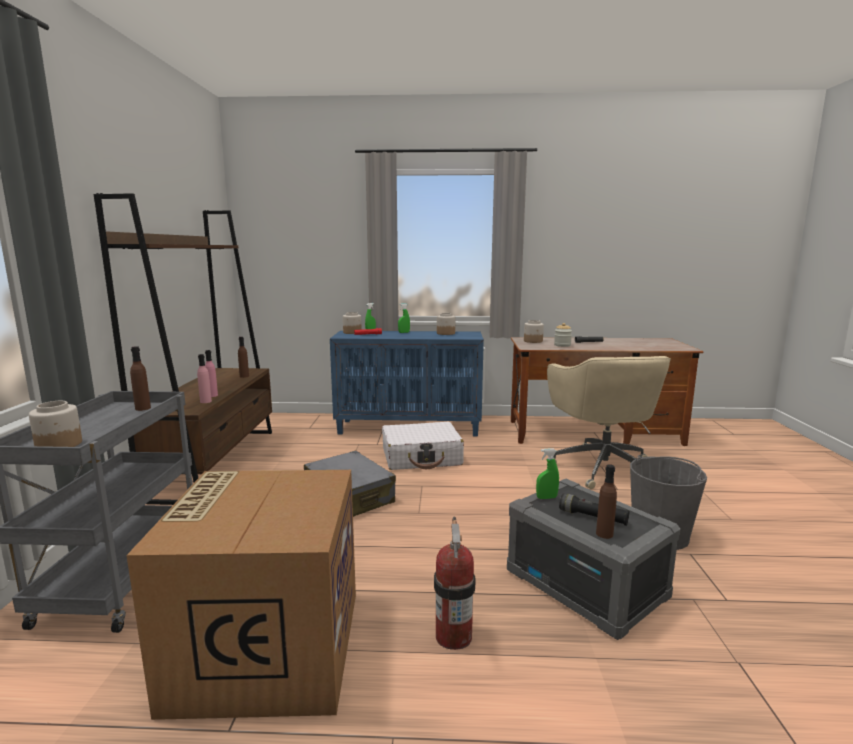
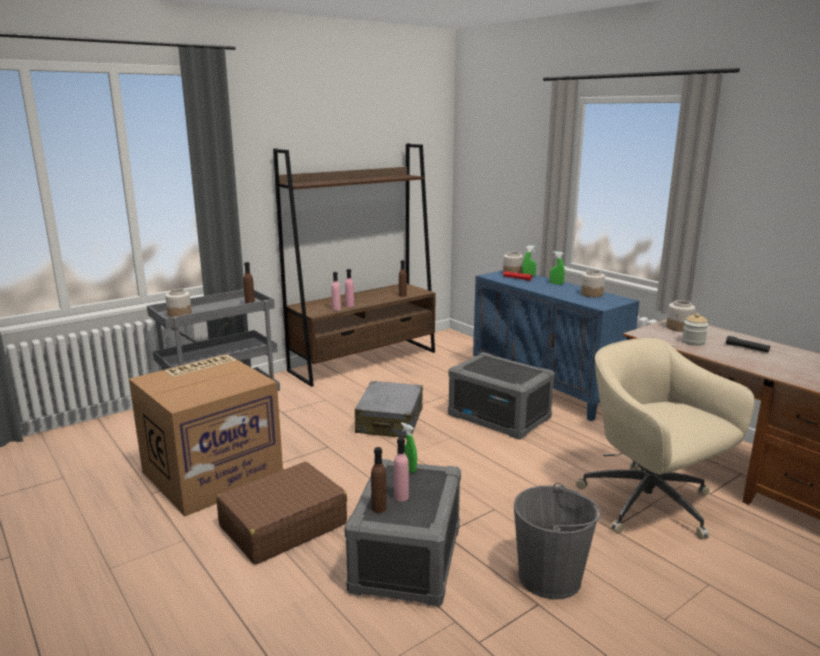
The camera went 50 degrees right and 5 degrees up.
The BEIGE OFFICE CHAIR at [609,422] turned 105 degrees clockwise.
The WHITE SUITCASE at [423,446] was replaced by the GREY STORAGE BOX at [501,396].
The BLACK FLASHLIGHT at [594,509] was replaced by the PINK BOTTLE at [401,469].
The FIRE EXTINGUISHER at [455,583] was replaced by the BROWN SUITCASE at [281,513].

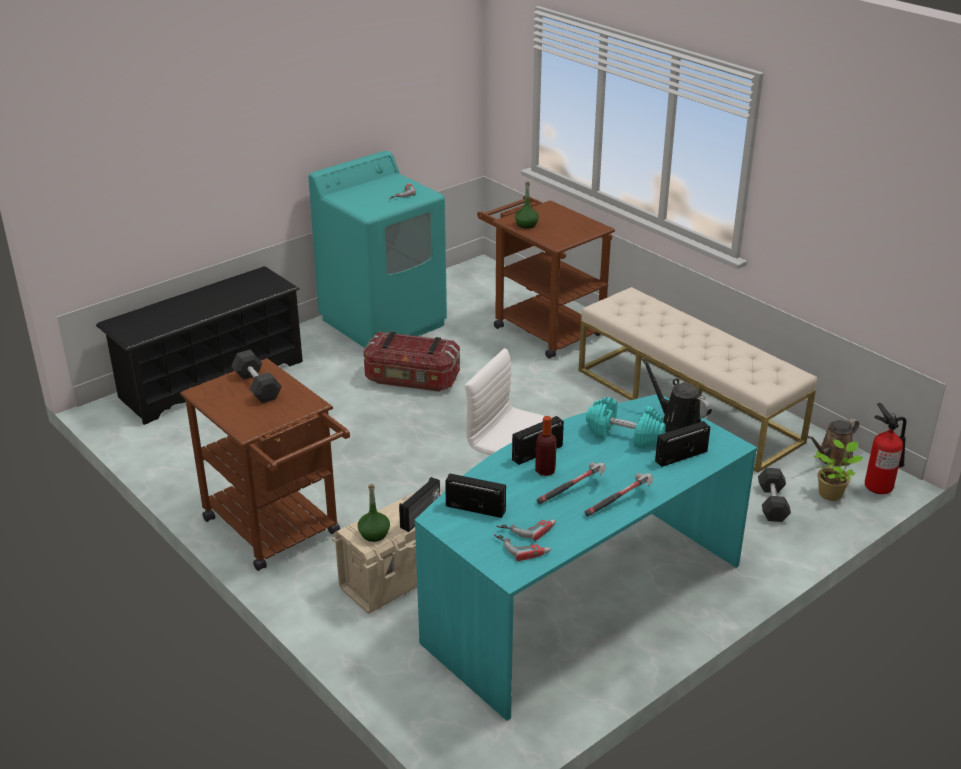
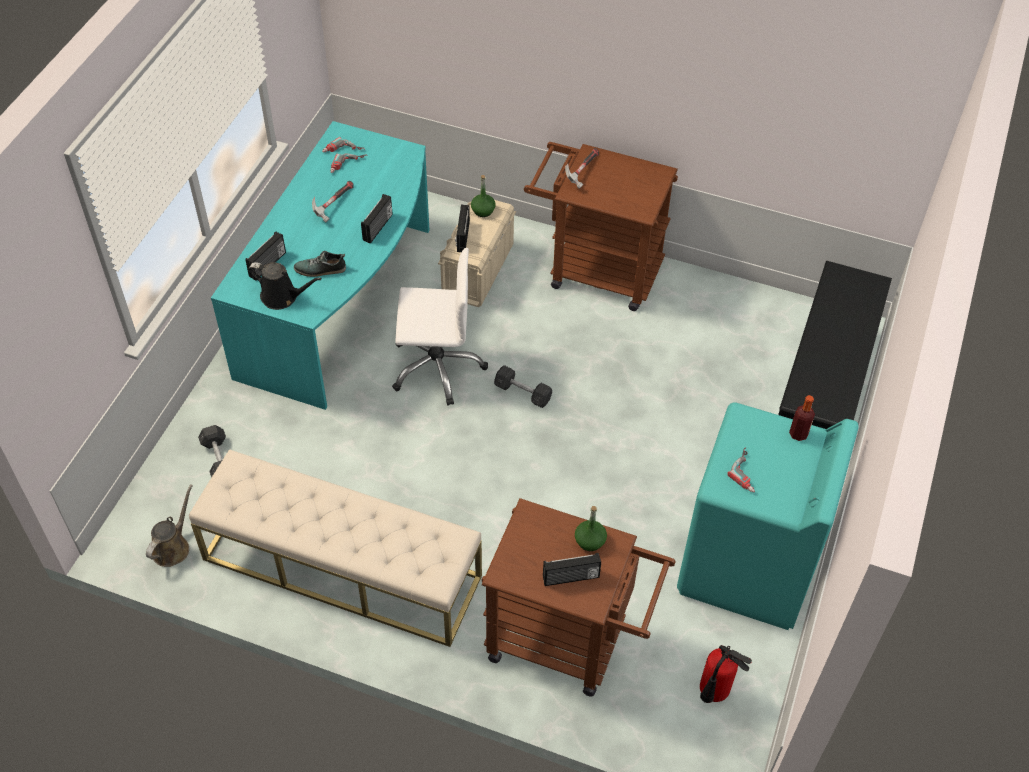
The camera went 150 degrees right and 20 degrees up.
The STORAGE BOX at [412,362] disappeared.
The GREY DUMBBELL moved from [256,376] to [523,386].
The TURQUOISE DUMBBELL at [626,423] was replaced by the SHOE at [320,264].
The FIRE EXTINGUISHER moved from [886,448] to [726,674].
The BOTTLE moved from [546,446] to [802,418].
The POTTED PLANT at [838,470] disappeared.
The RADIO moved from [475,495] to [572,569].
The HAMMER moved from [618,495] to [582,168].

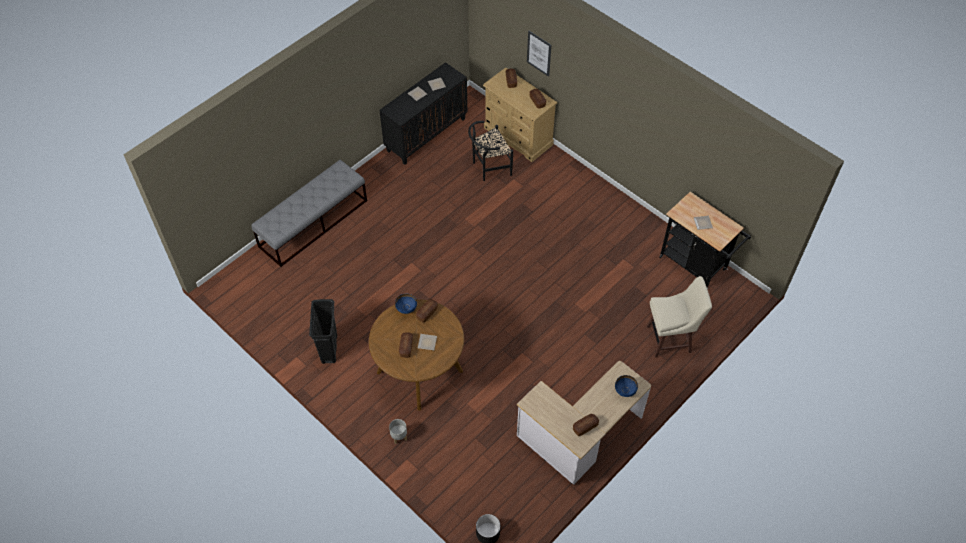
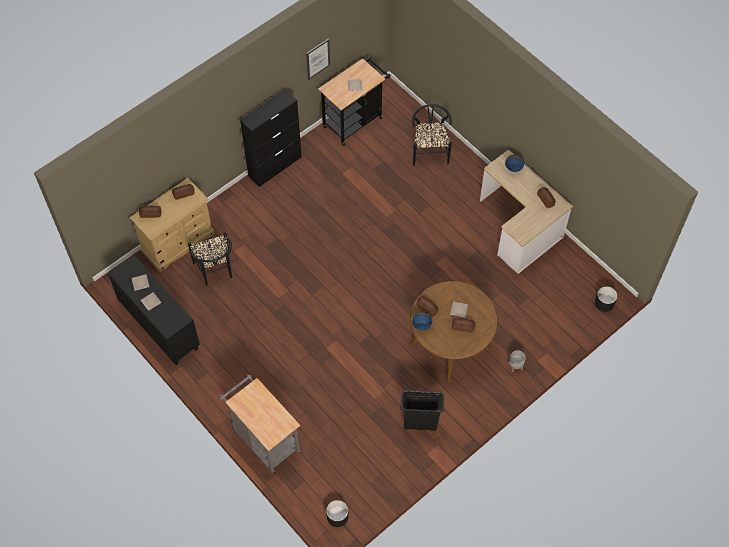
The camera went 85 degrees left and 5 degrees up.
The PICTURE moved from [539,54] to [318,59].
The GREY BENCH at [309,213] was replaced by the GREY CART at [260,424].
The BEIGE STOOL at [679,316] was replaced by the BLACK CHAIR at [432,135].
The BLACK CABINET at [271,138] appeared.
The BLACK PLANTER at [337,513] appeared.

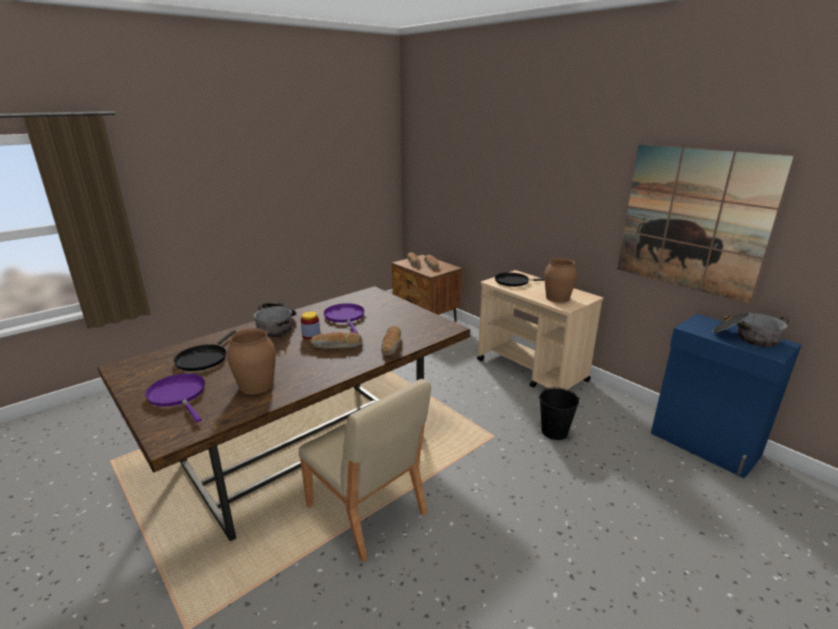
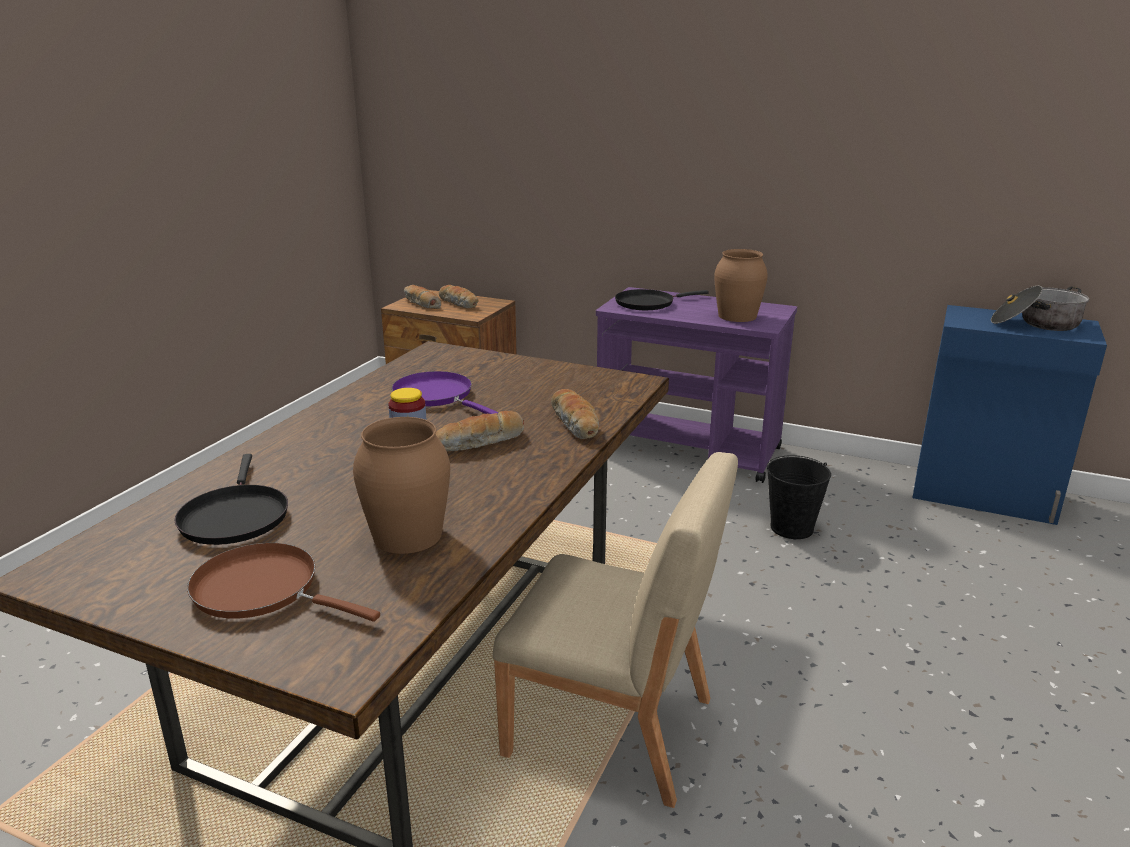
The camera went 25 degrees left and 0 degrees up.
The PICTURE at [705,224] disappeared.
The BEIGE CART at [540,330] became the PURPLE CART at [696,385].
The COOKING POT at [275,320] disappeared.
The PURPLE FRYING PAN at [175,397] became the BROWN FRYING PAN at [283,582].

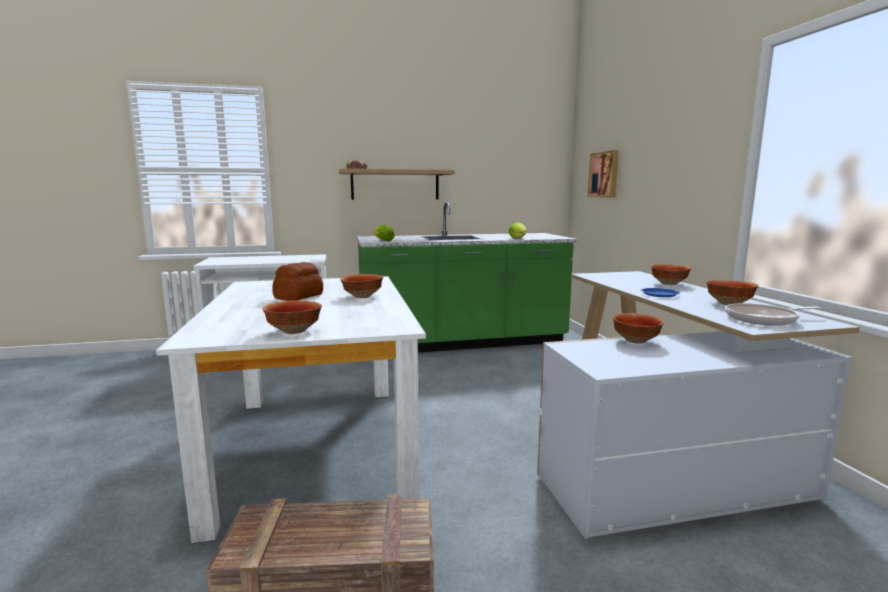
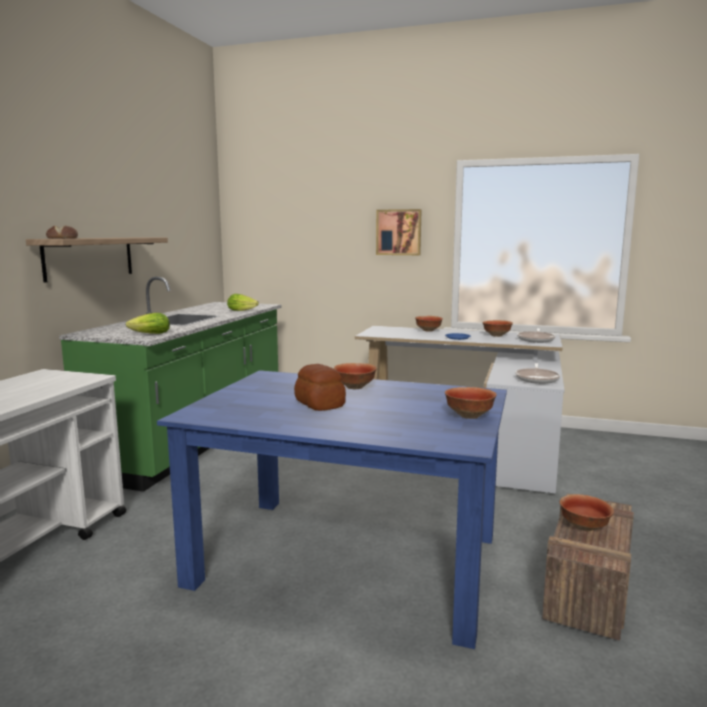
The camera went 60 degrees left and 0 degrees up.
The PICTURE moved from [603,173] to [399,232].
The WHITE DINING TABLE at [291,409] became the BLUE DINING TABLE at [332,509].
The BOWL moved from [638,328] to [587,512].
The FRYING PAN at [537,373] appeared.

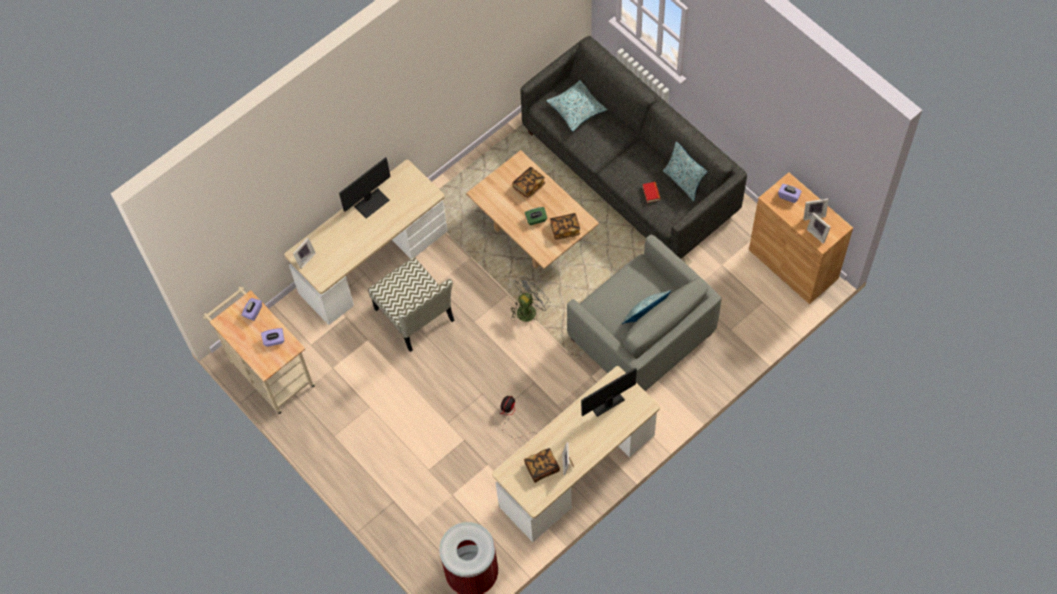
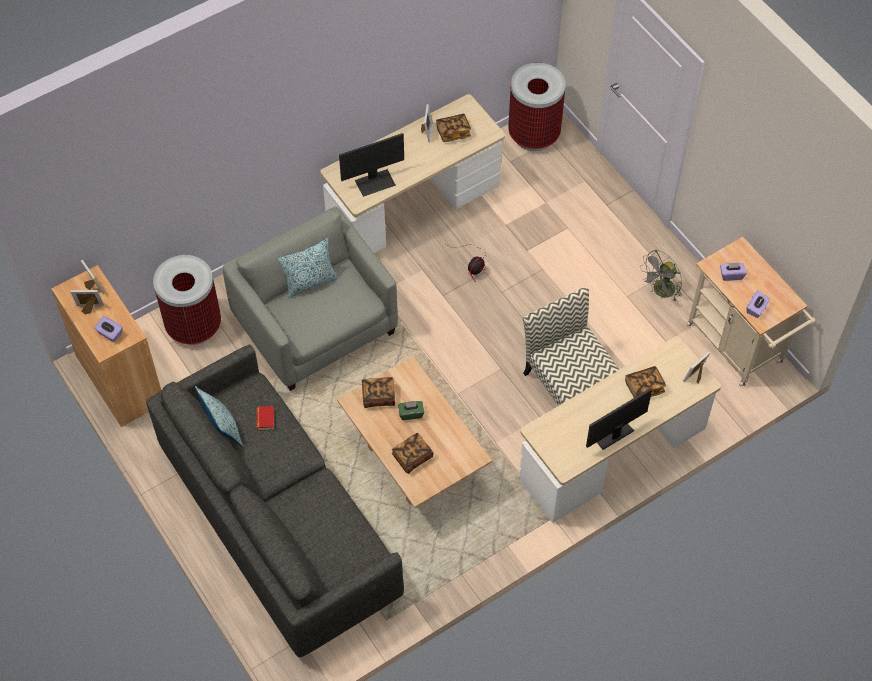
The camera went 175 degrees left and 5 degrees down.
The PILLOW at [577,106] disappeared.
The GREY FAN moved from [531,298] to [661,276].
The TRASH CAN at [187,300] appeared.
The BOOK at [645,382] appeared.

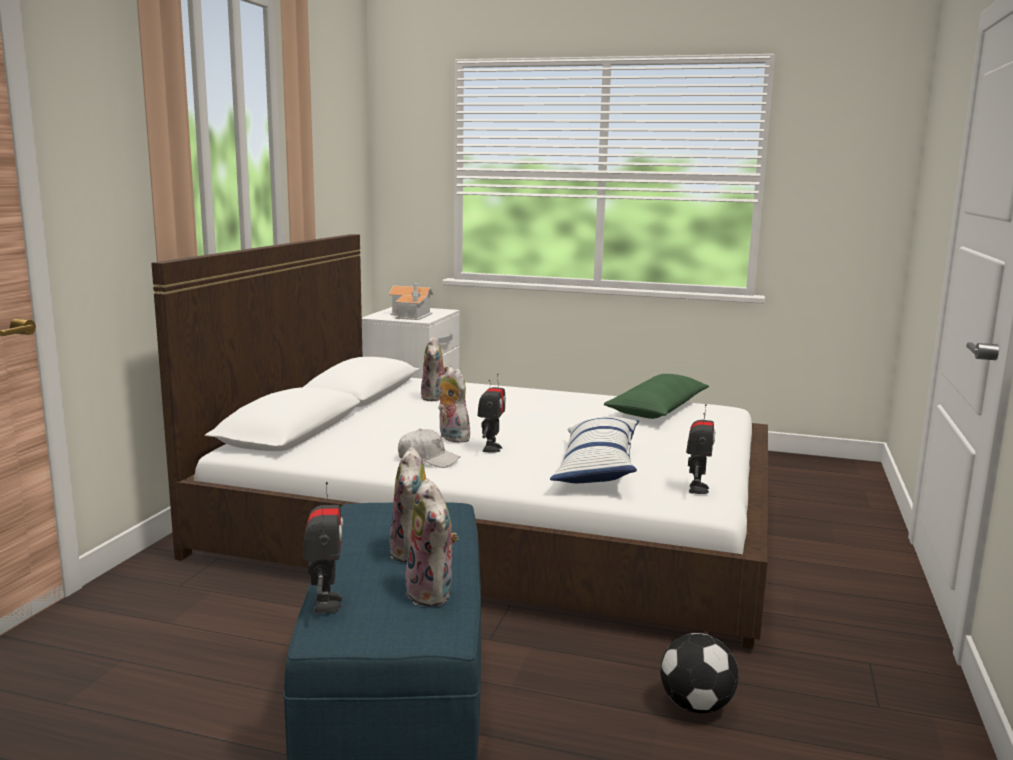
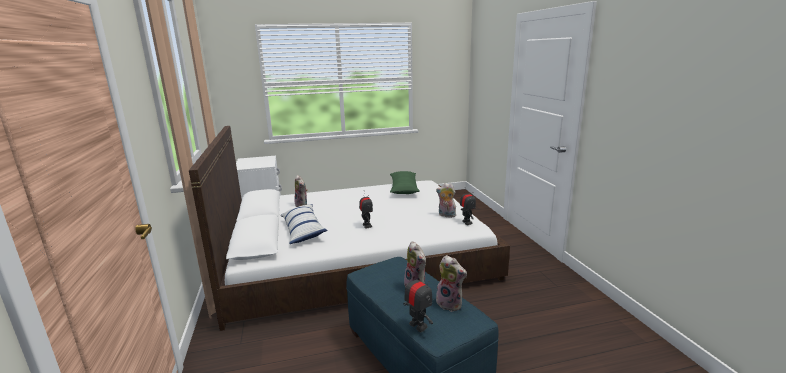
The camera went 30 degrees left and 5 degrees up.
The TOY HOUSE at [411,301] disappeared.
The PLUSH TOY moved from [454,405] to [446,200].
The PILLOW moved from [594,450] to [304,224].
The WHITE CAP at [429,448] disappeared.
The FOOTBALL at [699,673] disappeared.

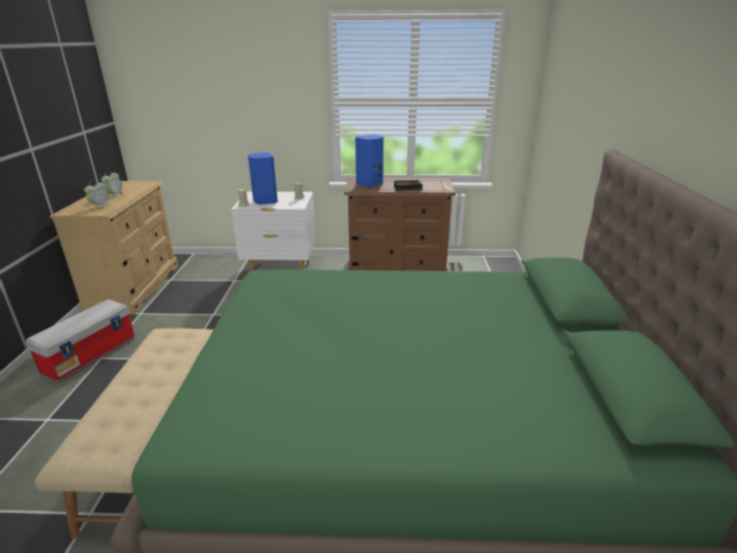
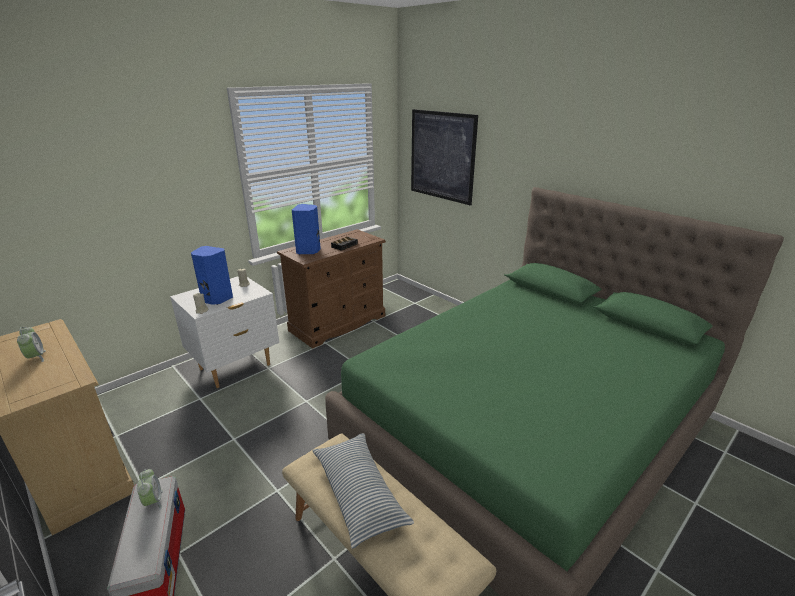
The camera went 45 degrees left and 0 degrees up.
The ALARM CLOCK moved from [97,195] to [150,489].
The PICTURE at [444,157] appeared.
The PILLOW at [363,491] appeared.

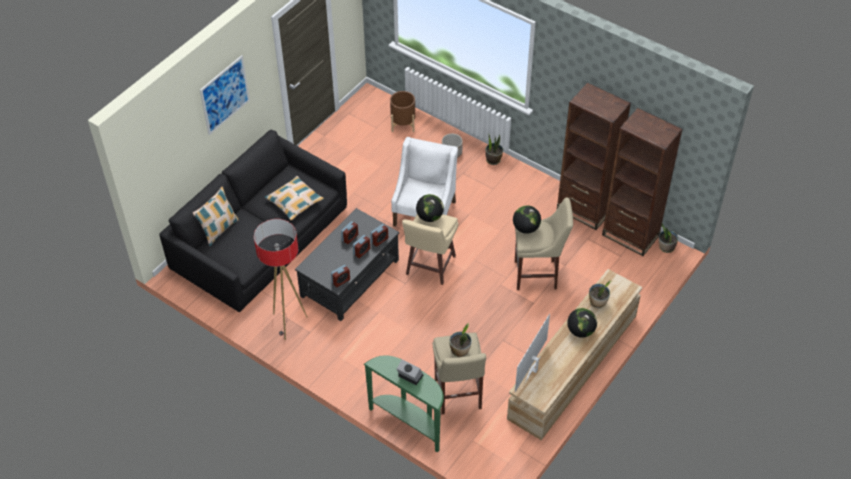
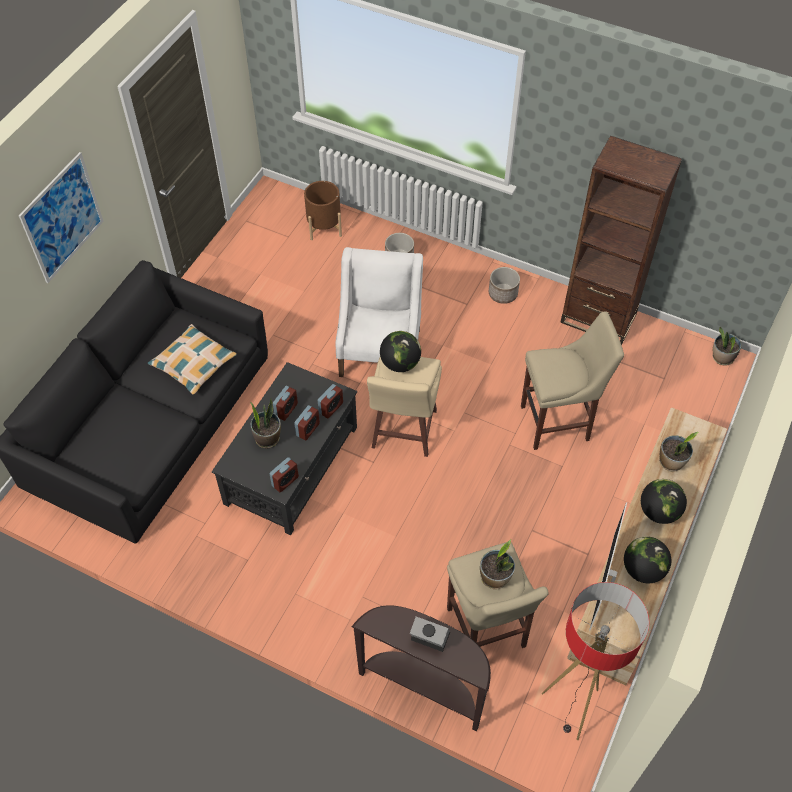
The camera went 10 degrees left and 5 degrees up.
The BROWN BOOKCASE at [642,182] disappeared.
The POTTED PLANT moved from [494,150] to [265,423].
The PILLOW at [215,216] disappeared.
The GLOBE moved from [527,219] to [647,559].
The FLOOR LAMP moved from [280,279] to [595,661].
The GREEN CONSOLE TABLE at [404,404] became the BROWN CONSOLE TABLE at [421,669].
The PLANTER at [504,285] appeared.

